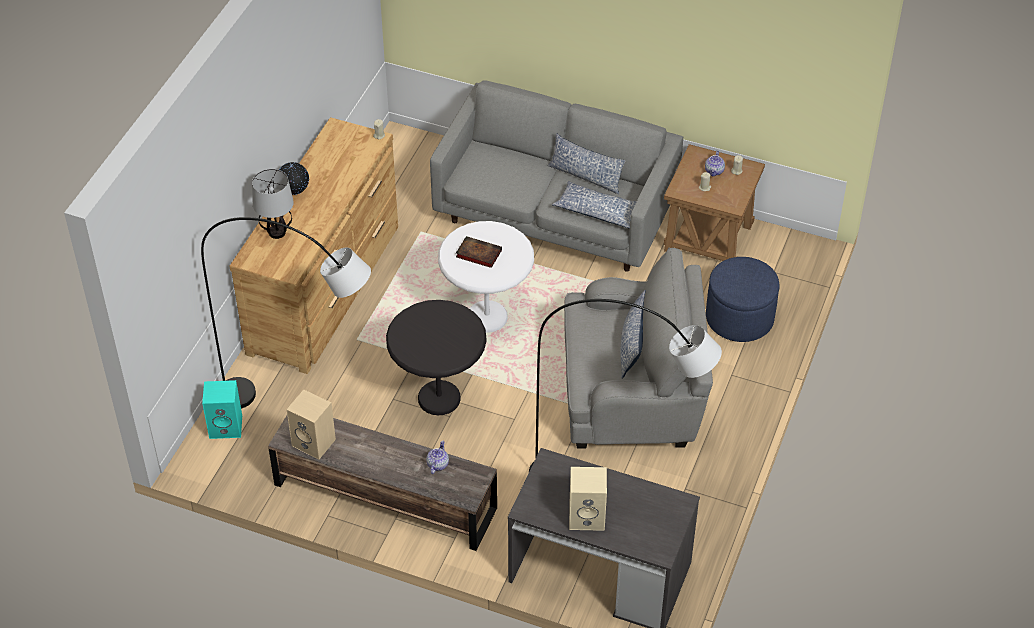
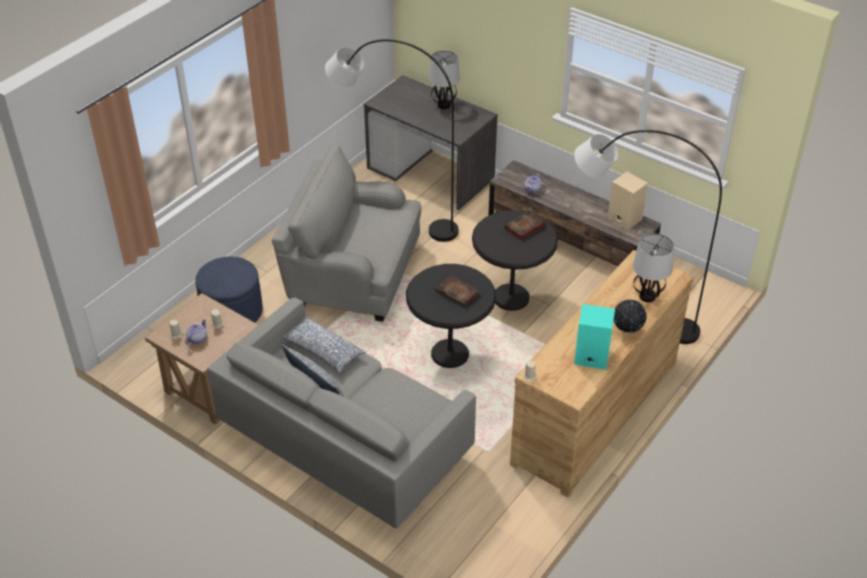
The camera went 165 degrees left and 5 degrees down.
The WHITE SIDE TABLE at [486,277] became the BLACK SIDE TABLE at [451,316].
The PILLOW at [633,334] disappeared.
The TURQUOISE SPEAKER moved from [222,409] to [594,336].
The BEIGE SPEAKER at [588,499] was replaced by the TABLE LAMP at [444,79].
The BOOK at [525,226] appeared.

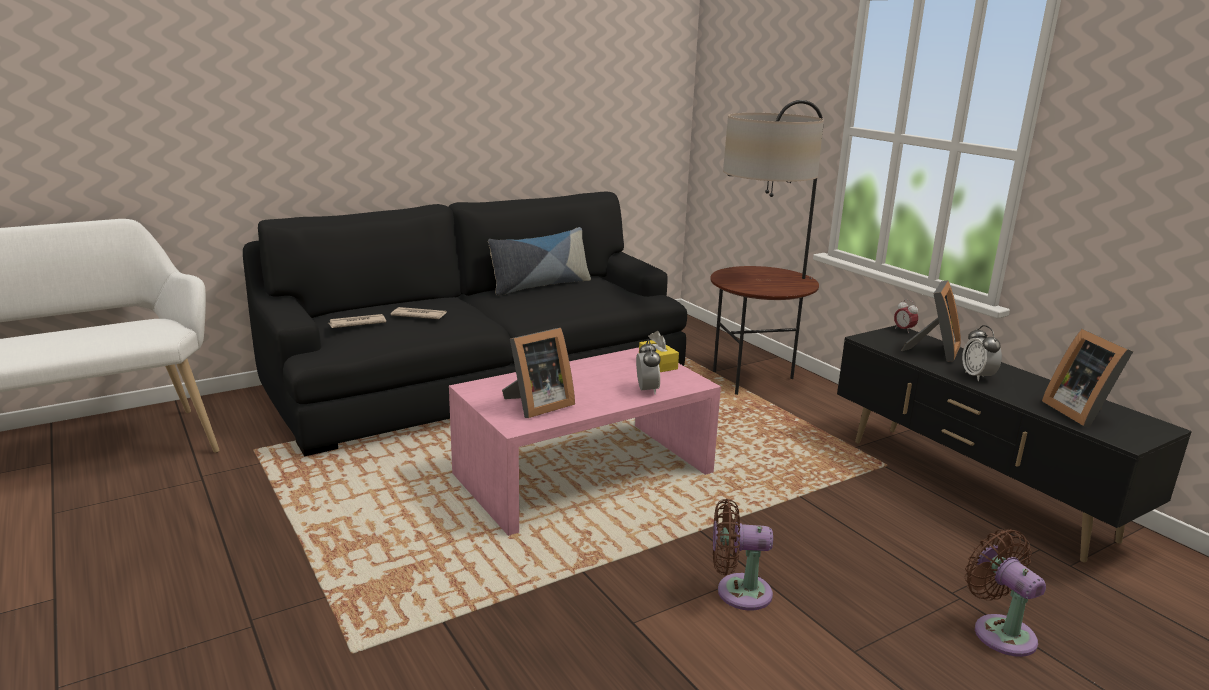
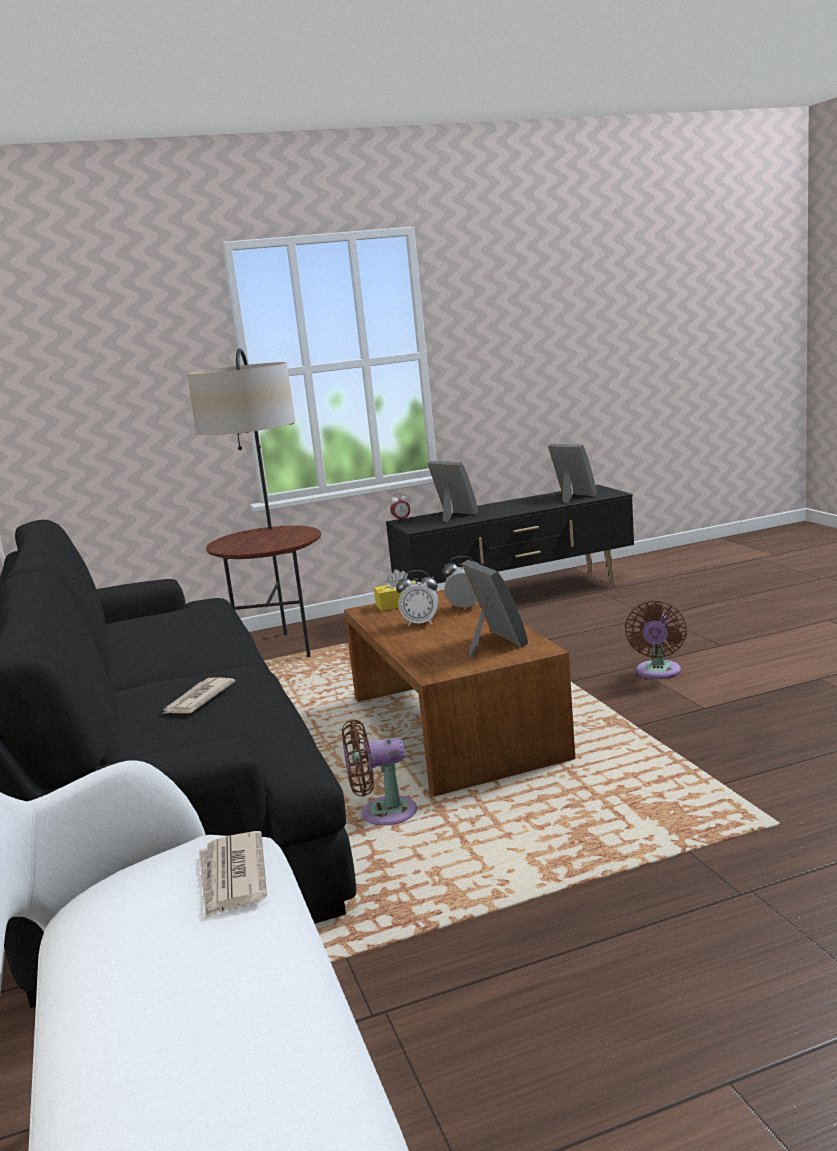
The camera went 75 degrees left and 5 degrees down.
The PILLOW at [539,261] disappeared.
The NEWSPAPER moved from [357,321] to [233,875].
The ALARM CLOCK moved from [982,353] to [417,598].
The PICTURE FRAME at [1087,378] turned 135 degrees counterclockwise.
The PINK COFFEE TABLE at [585,441] became the BROWN COFFEE TABLE at [459,693].
The BROWN FAN moved from [1005,593] to [379,772].

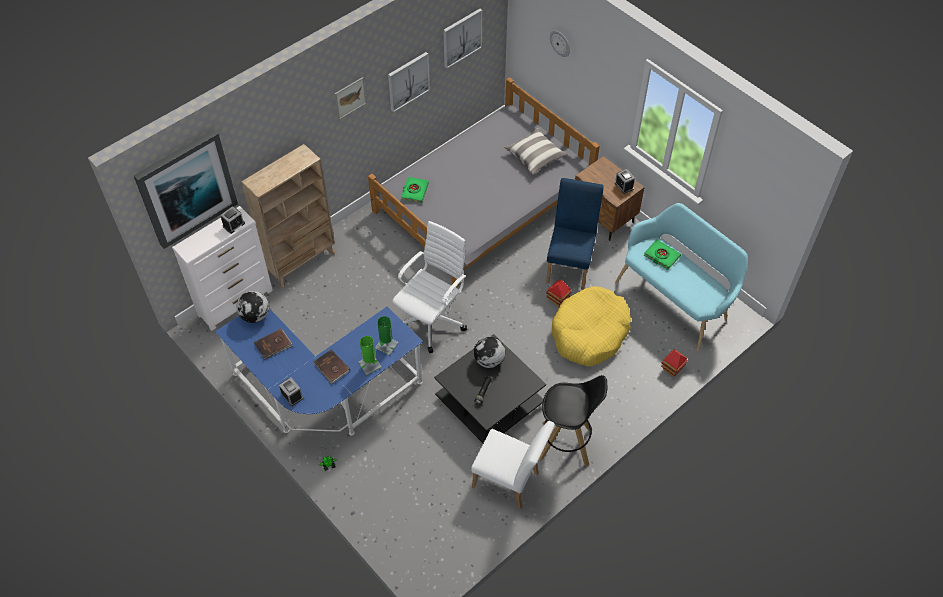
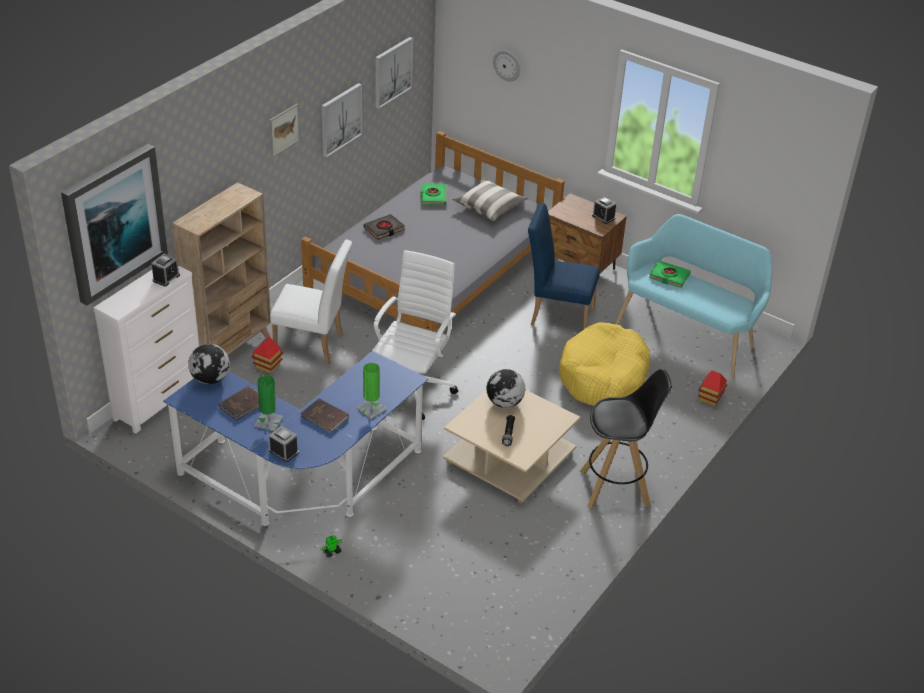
The camera went 15 degrees left and 15 degrees down.
The GREEN BOOK moved from [415,190] to [433,194].
The BLUE CHAIR at [575,233] turned 75 degrees counterclockwise.
The TOY HOUSE moved from [559,293] to [267,355].
The GREEN TABLE LAMP moved from [387,335] to [268,403].
The BLACK COFFEE TABLE at [490,388] became the BEIGE COFFEE TABLE at [511,446].
The WHITE CHAIR moved from [513,465] to [311,302].
The BLACK BOOK at [384,227] appeared.

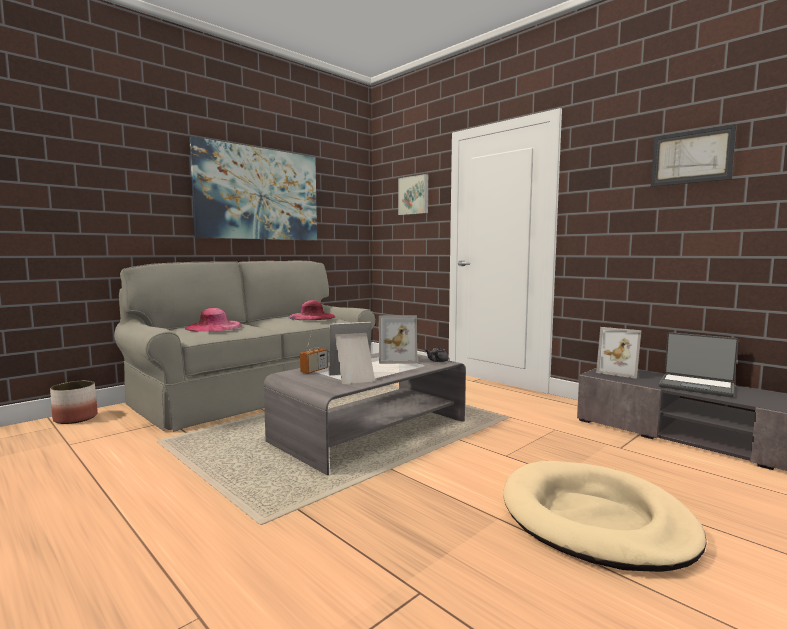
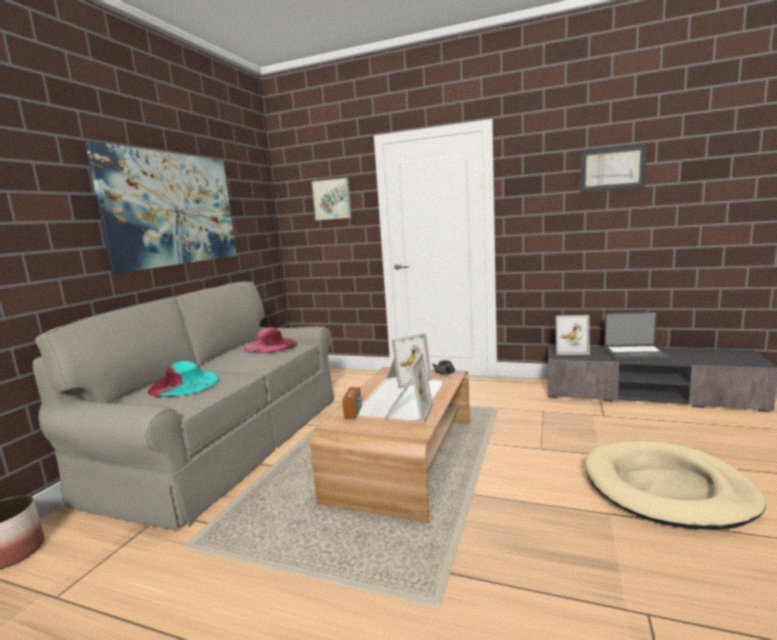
The camera went 25 degrees left and 5 degrees up.
The PINK HAT at [213,320] became the TURQUOISE HAT at [184,379].
The PICTURE FRAME at [352,353] turned 150 degrees clockwise.
The GREY COFFEE TABLE at [365,414] became the BROWN COFFEE TABLE at [390,445].

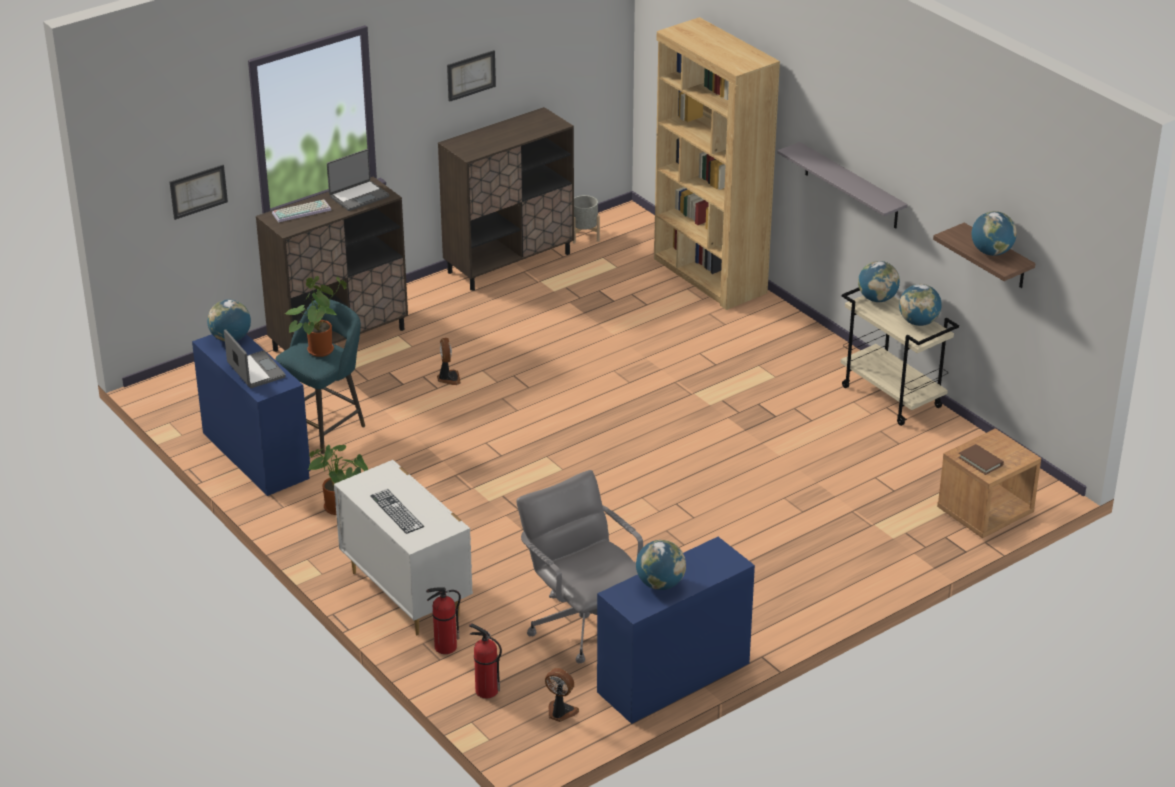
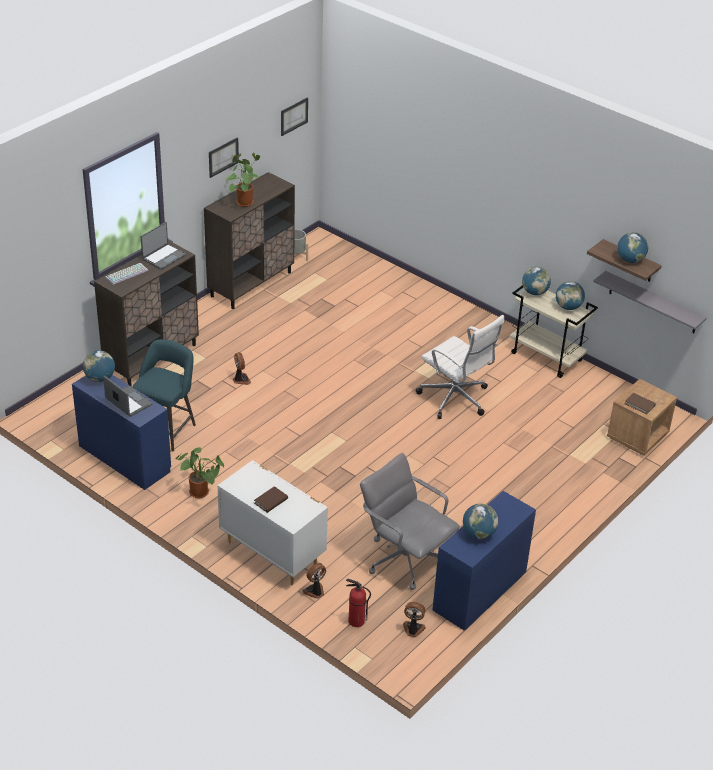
The camera went 15 degrees left and 5 degrees up.
The BROWN BOOKCASE at [717,163] disappeared.
The GREY SHELF moved from [842,185] to [650,302].
The PICTURE moved from [199,192] to [294,116].
The POTTED PLANT moved from [316,316] to [243,180].
The KEYBOARD at [397,511] was replaced by the BROWN BOOK at [271,499].
The FIRE EXTINGUISHER at [443,620] was replaced by the FAN at [314,581].
The WHITE OFFICE CHAIR at [460,367] appeared.

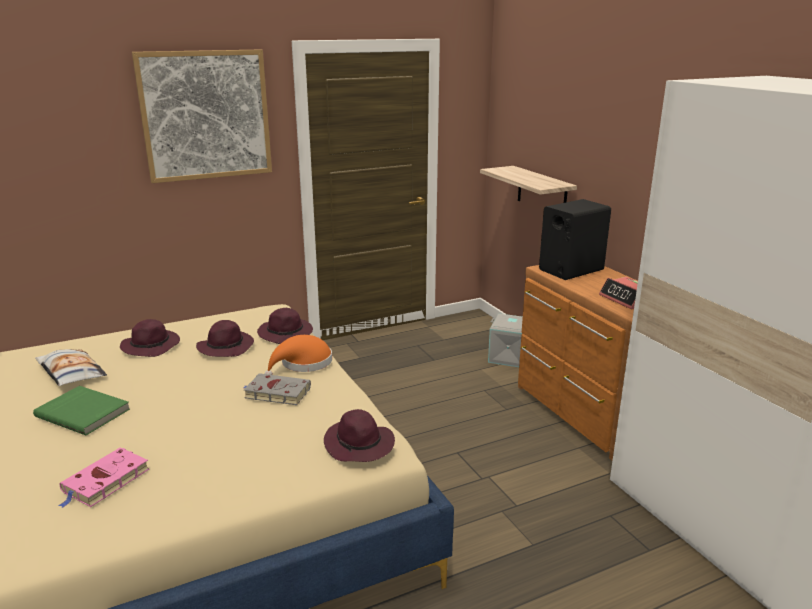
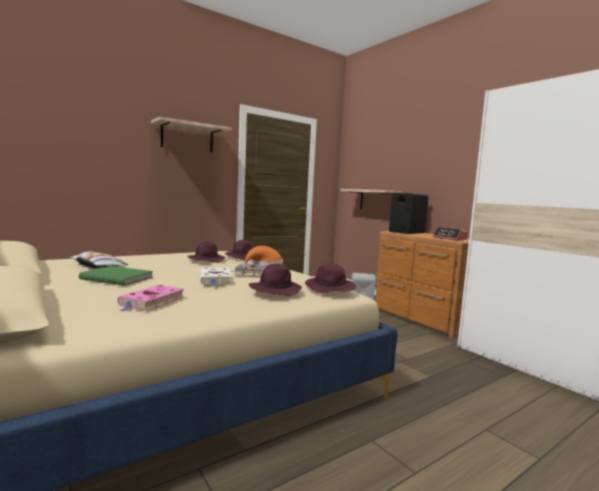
The camera went 10 degrees left and 15 degrees down.
The PICTURE at [202,116] was replaced by the SHELF at [191,135].
The PURPLE HAT moved from [150,338] to [275,280].
The WHITE BOOK at [215,277] appeared.

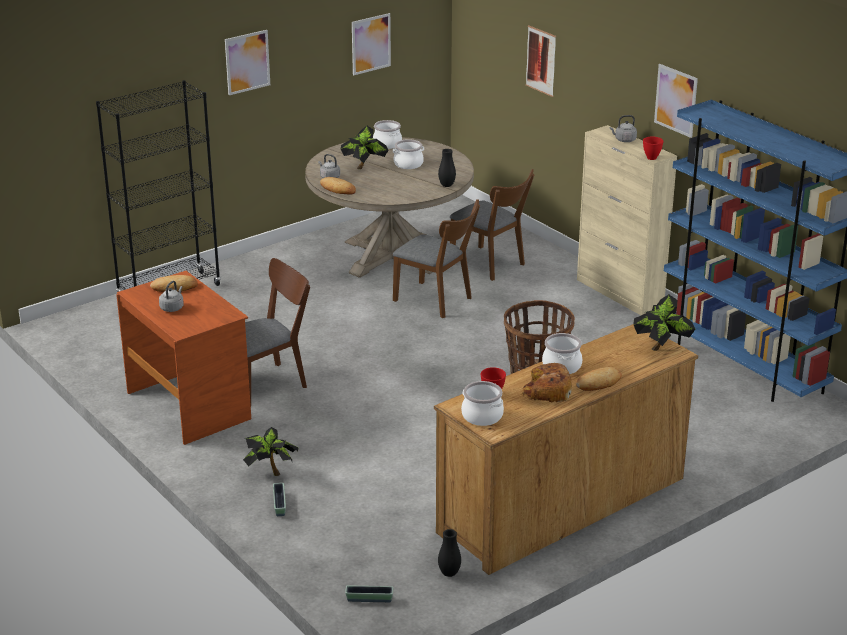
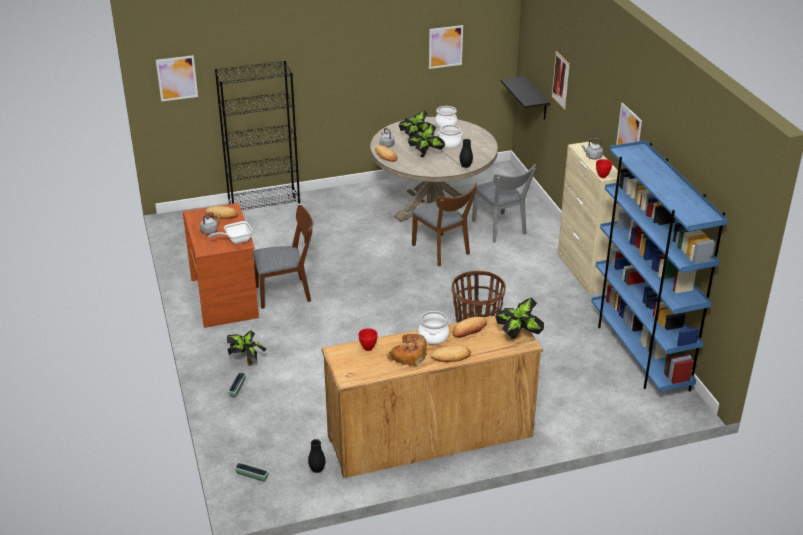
The camera went 20 degrees right and 5 degrees up.
The PICTURE moved from [247,62] to [177,79].
The BROWN CHAIR at [492,225] became the GREY CHAIR at [504,203].
The COOKING POT at [482,403] disappeared.
The BLACK SHELF at [525,98] appeared.
The POTTED PLANT at [426,140] appeared.
The FRYING PAN at [230,232] appeared.
The BREAD at [469,327] appeared.

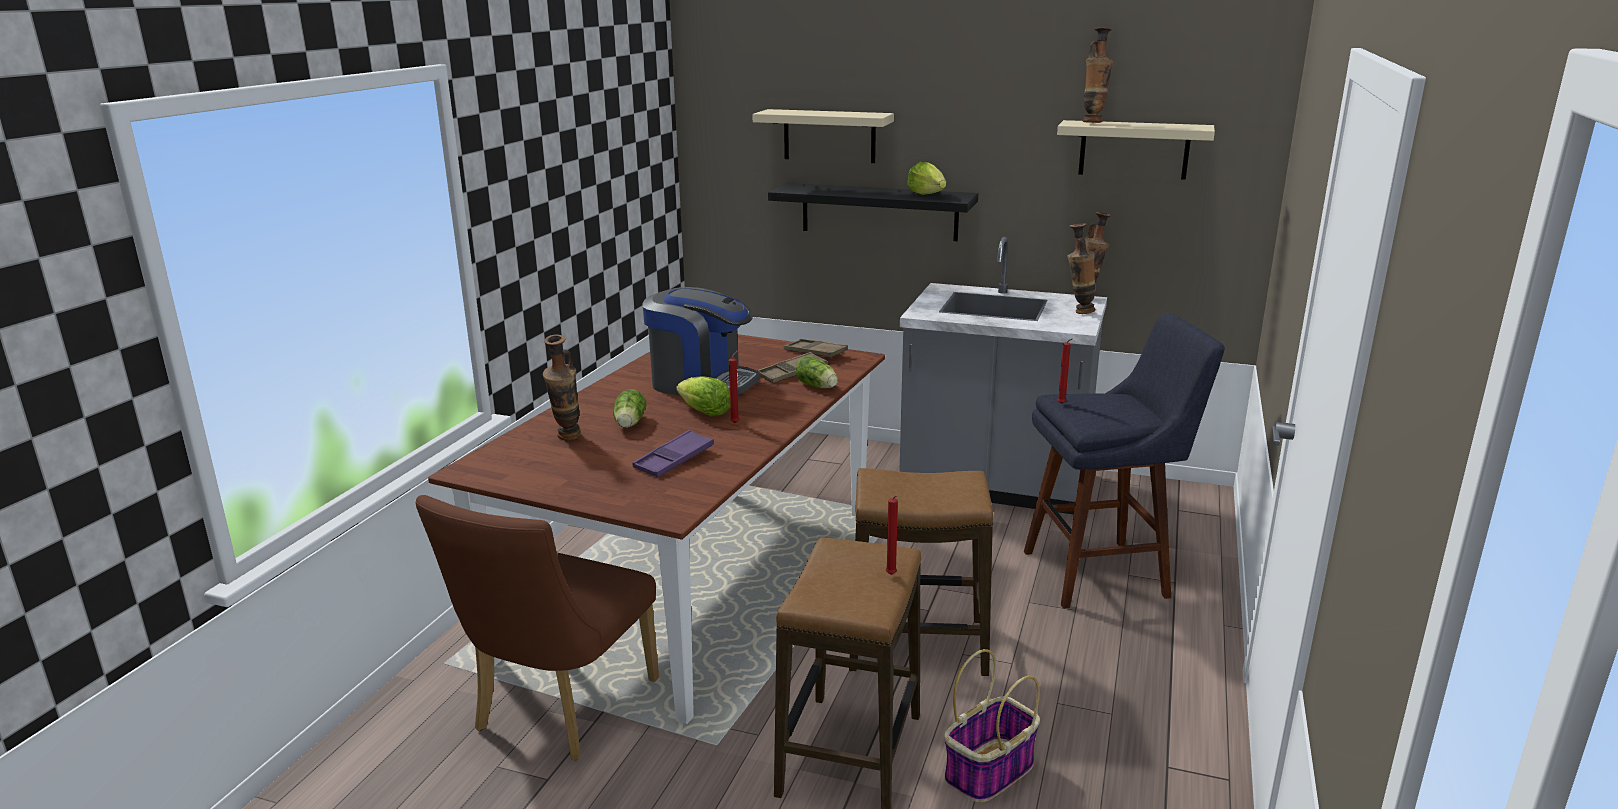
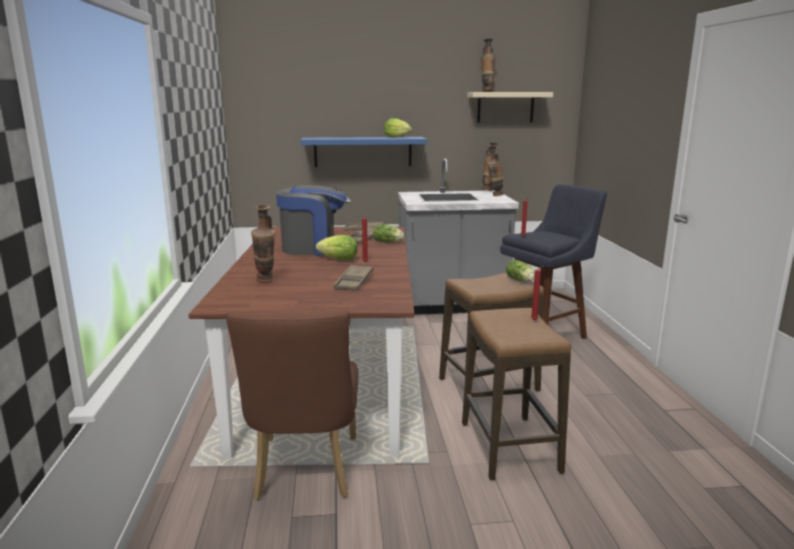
The camera went 25 degrees left and 5 degrees down.
The BEIGE SHELF at [823,136] disappeared.
The BLACK SHELF at [873,212] became the BLUE SHELF at [364,152].
The LETTUCE moved from [629,409] to [520,270].
The PURPLE TRAY at [673,453] became the BROWN TRAY at [353,277].
The BASKET at [992,726] disappeared.

